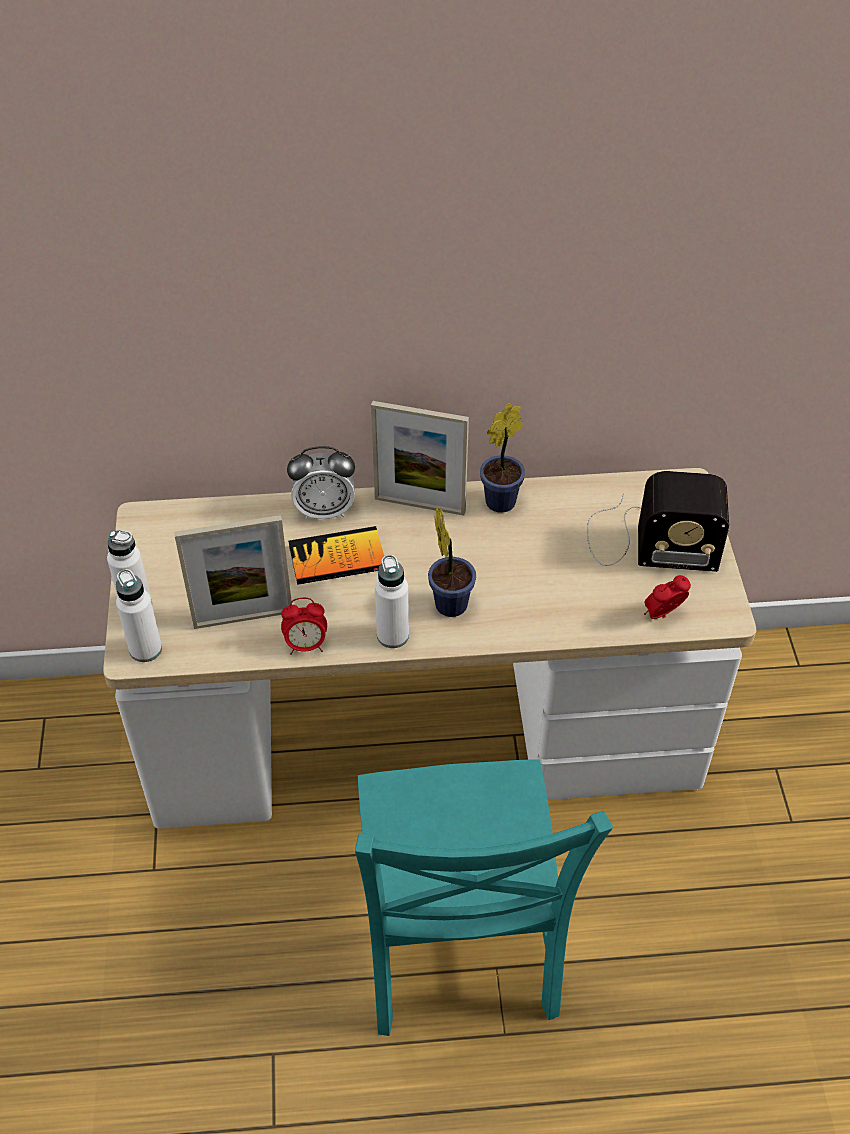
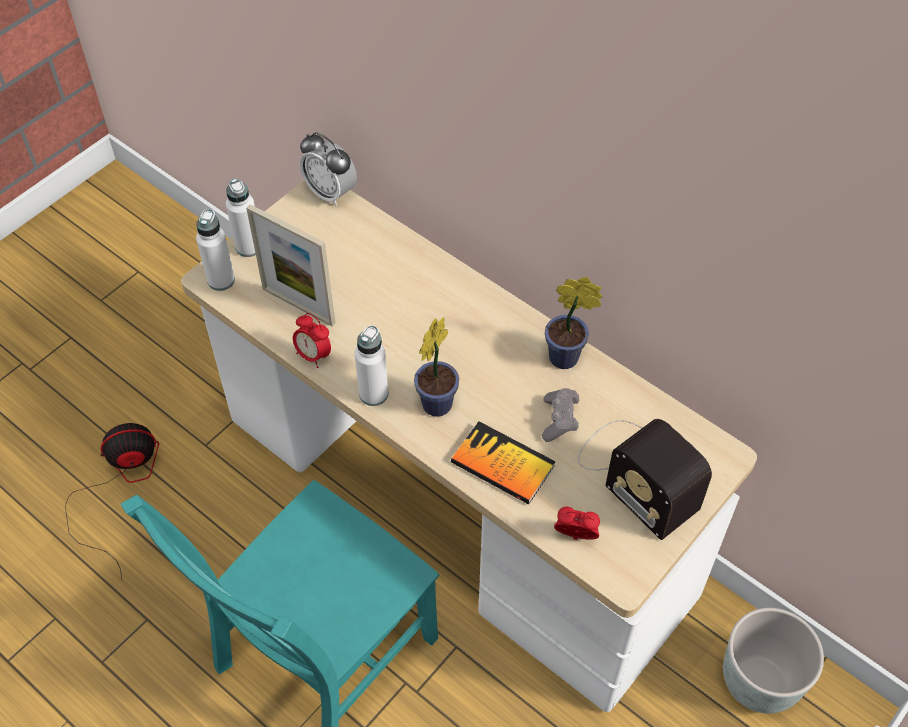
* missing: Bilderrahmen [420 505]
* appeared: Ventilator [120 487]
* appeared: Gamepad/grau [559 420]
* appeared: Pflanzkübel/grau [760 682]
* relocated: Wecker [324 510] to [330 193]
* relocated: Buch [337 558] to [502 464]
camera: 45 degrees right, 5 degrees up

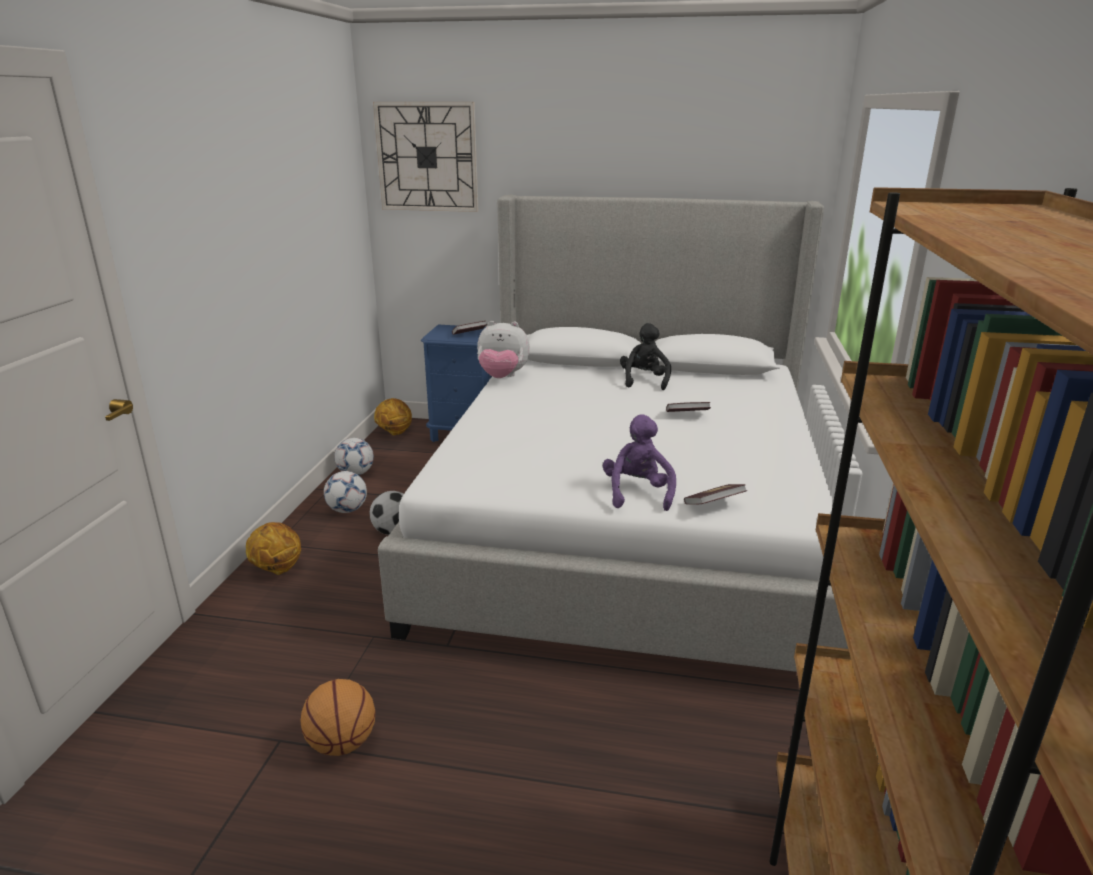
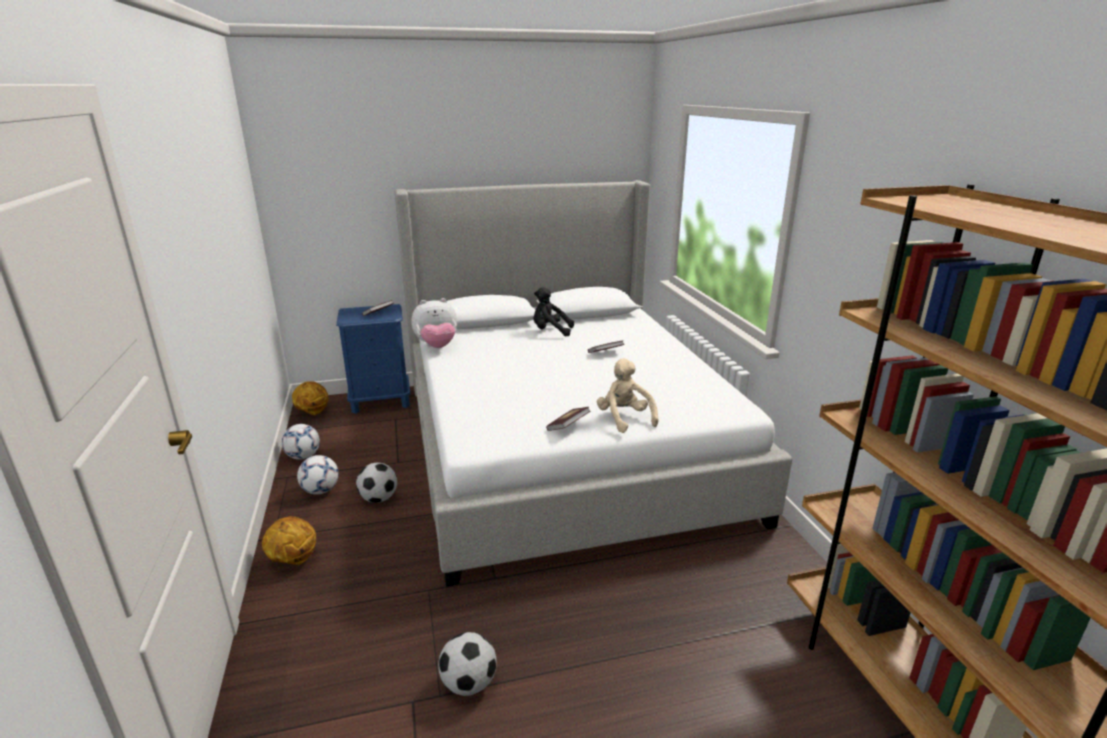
* missing: Wanduhr [427 157]
* relocated: Buch [713 505] to [568 426]
* exchanged: Basketball [343 743] to Fußball [469 683]
* colour: Plüschtier/lila [637 493] to Plüschtier/beige [624 418]
* spun: Plüschtier/schwarz [644 381] = [550 331] 60 degrees counterclockwise
camera: 25 degrees left, 0 degrees up

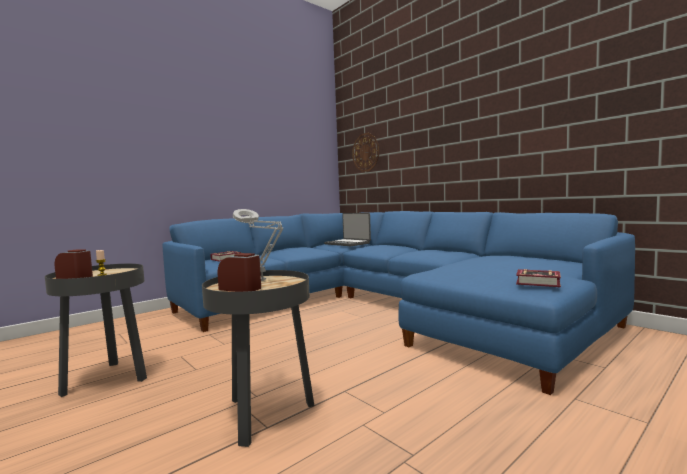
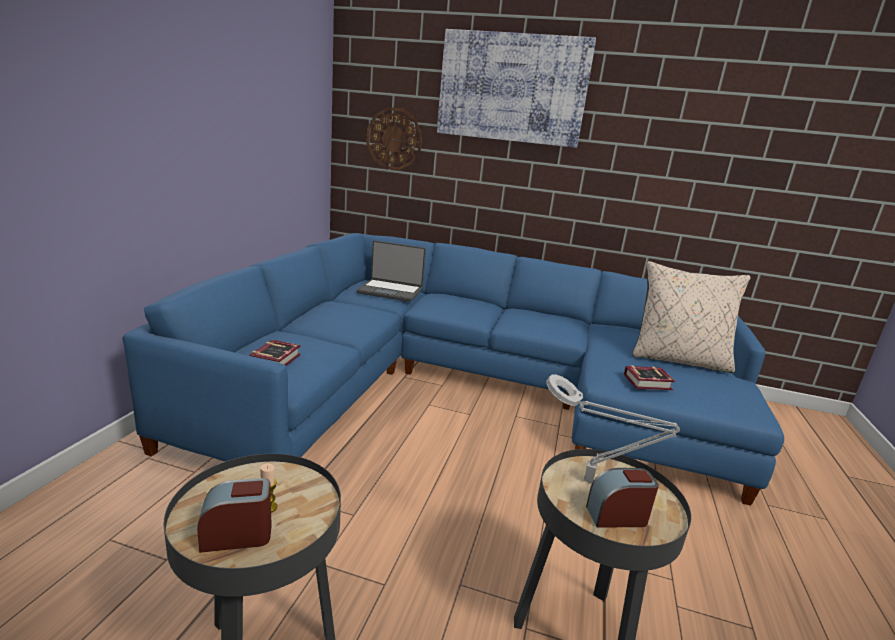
* appeared: Bild [512 89]
* appeared: Kissen/beige [678 360]
* relocated: Buch [540 283] to [649 383]
camera: 35 degrees left, 15 degrees up

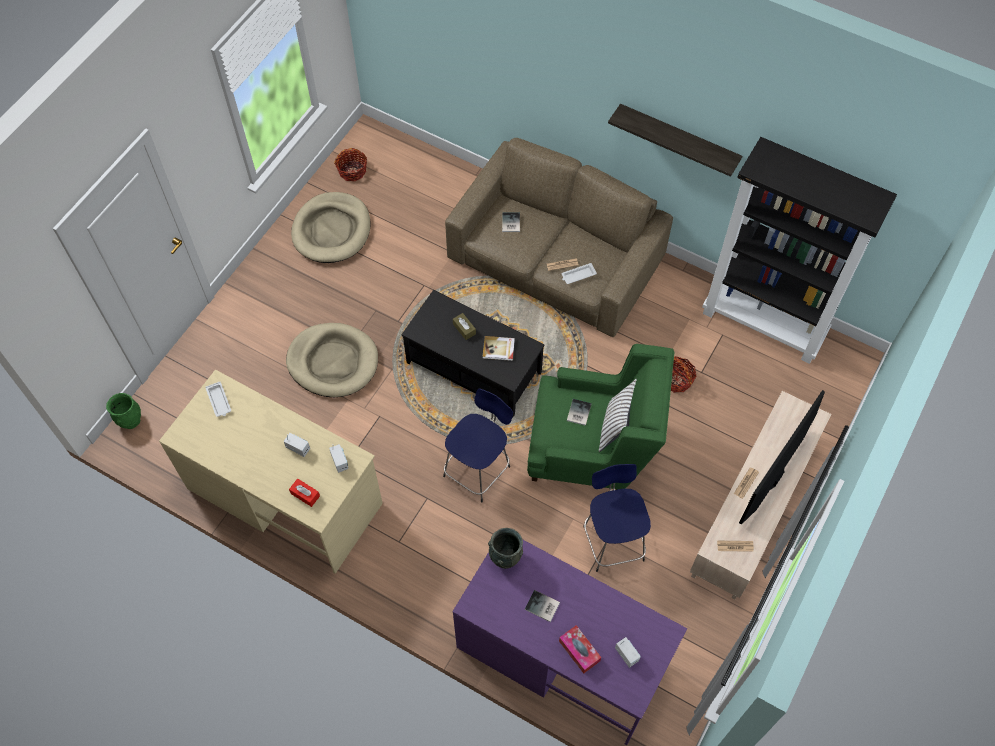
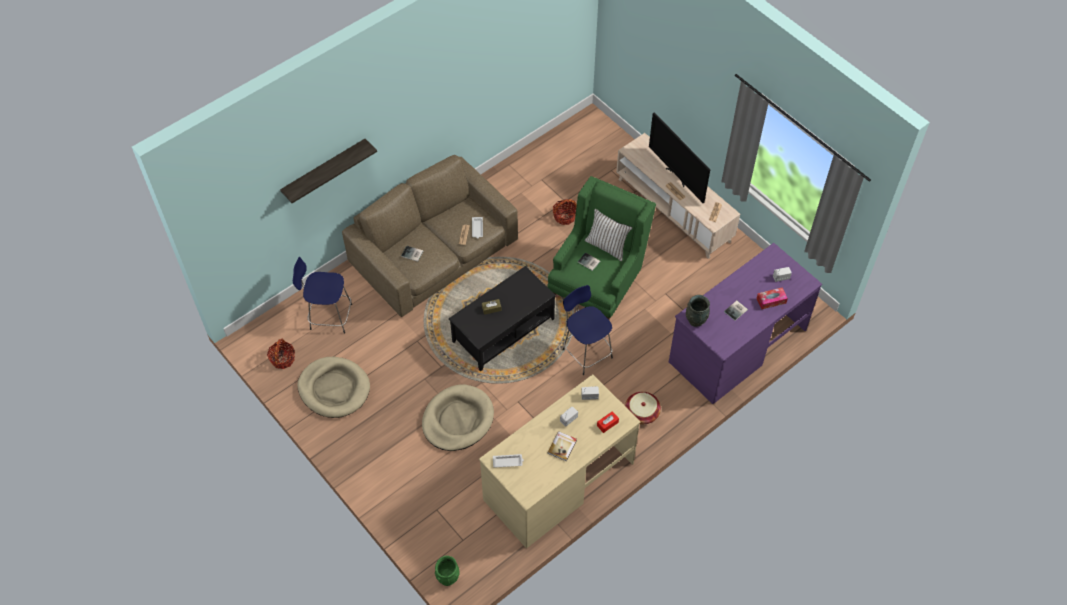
* missing: Bücherregal/schwarz [764 323]
* appeared: Korb [642 413]
* relocated: Buch [498 349] to [562 446]
* relocated: Hocker/blau [613 540] to [329 316]
* relocated: Wandregal [678 139] to [324 171]
camera: 70 degrees left, 5 degrees down

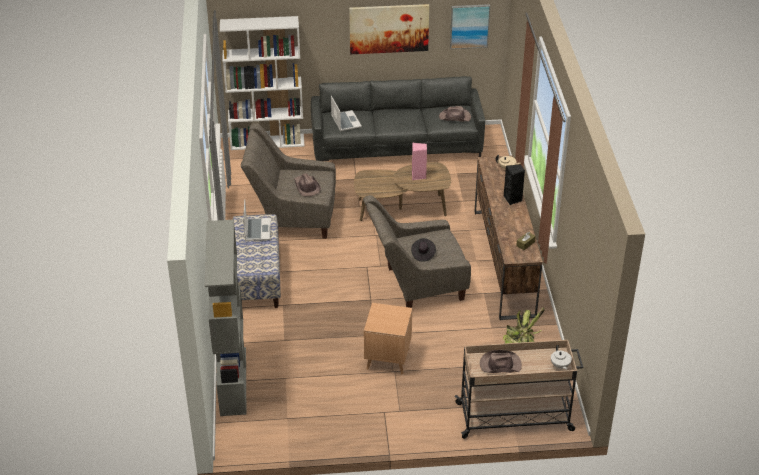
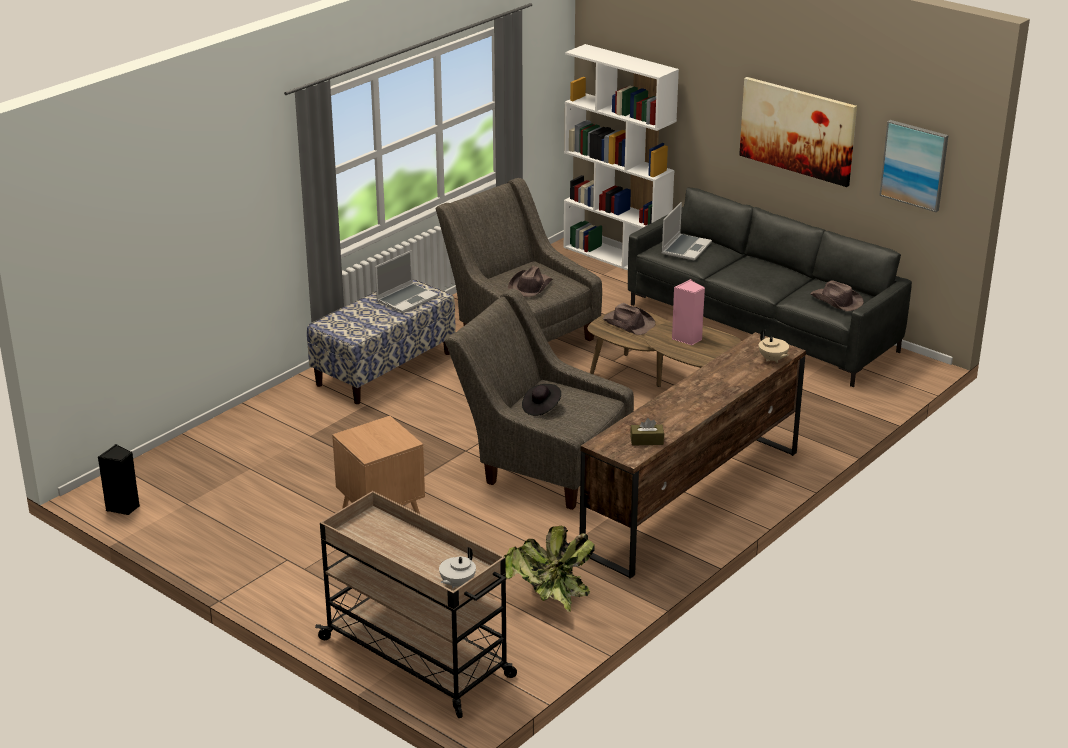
* missing: Bücherregal/grau [232 380]
* relocated: Hut/braun [500 364] to [628 323]
* relocated: Lautsprecher/schwarz [513 199] to [123 507]
camera: 45 degrees right, 10 degrees down

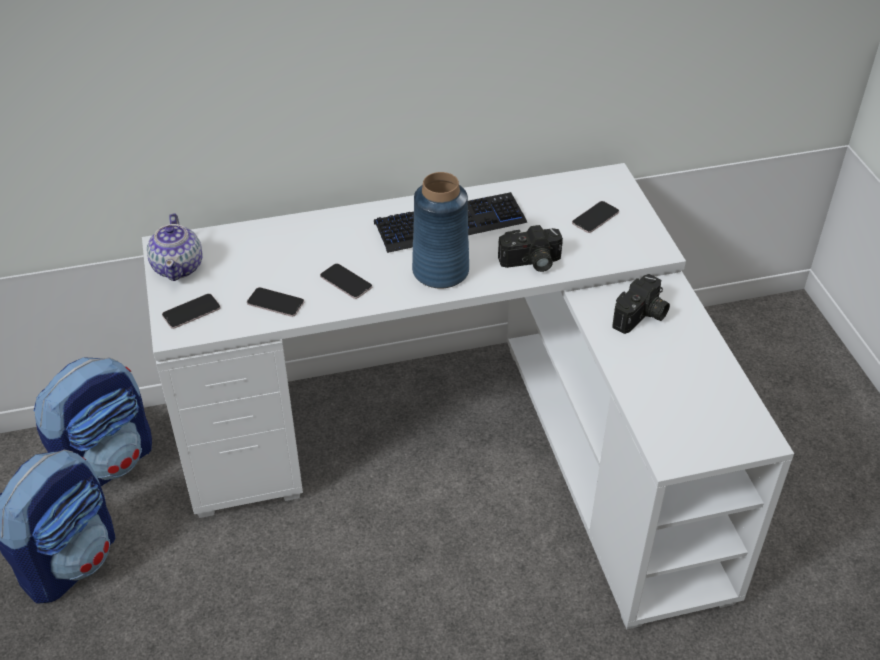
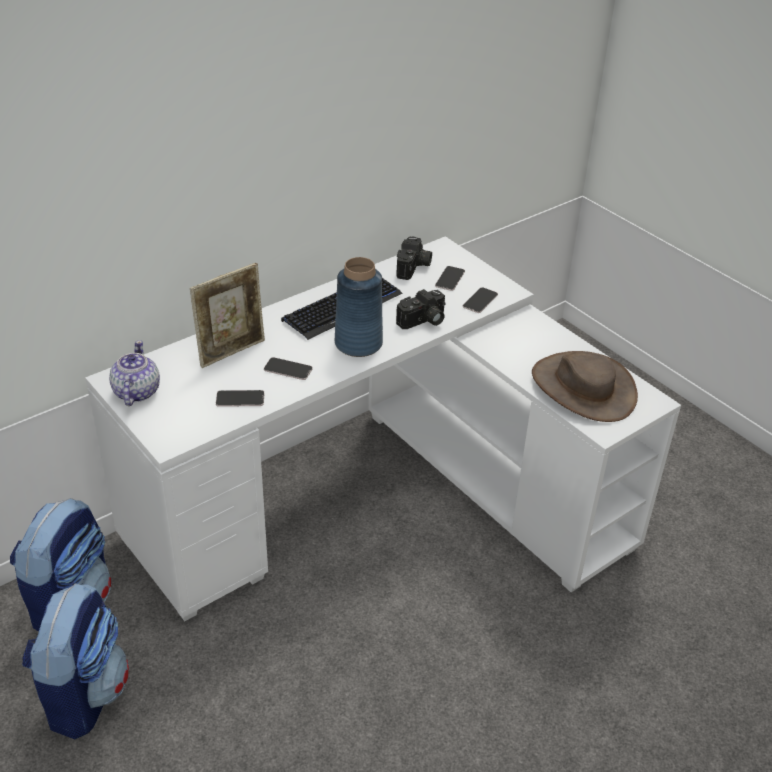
* appeared: Bilderrahmen [232 351]
* appeared: Hut/braun [583 388]
* relocated: Handy [191 312] to [480 301]
* relocated: Kamera [641 317] to [414 267]
* spun: Teekanne [178 267] = [136 392] 150 degrees counterclockwise
camera: 25 degrees left, 5 degrees down

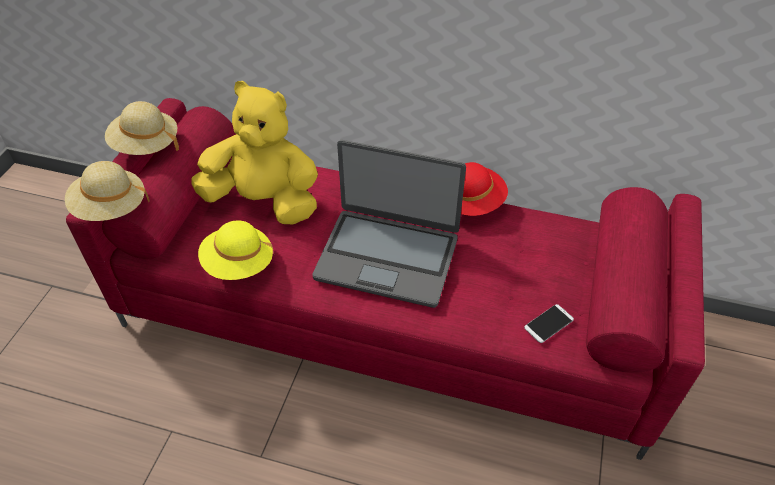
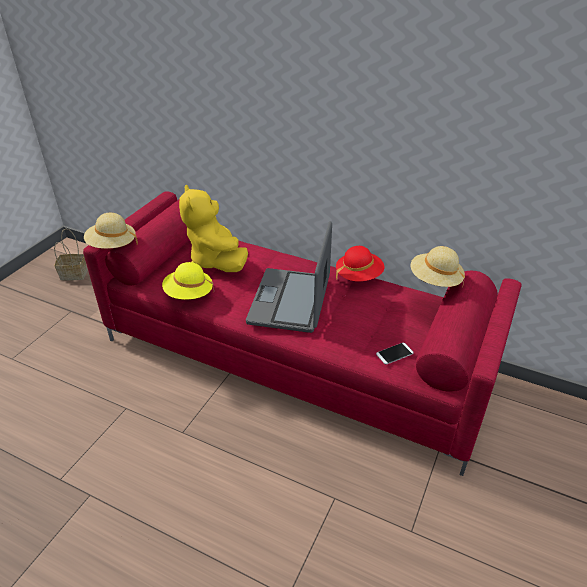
* appeared: Korb [75 274]
* relocated: Hut/beige [146 145] to [435 280]
* spun: Plüschtier/gelb [264 201] = [216 261] 135 degrees counterclockwise
* spun: Laptop [387 256] = [291 301] 75 degrees clockwise
camera: 10 degrees right, 10 degrees down

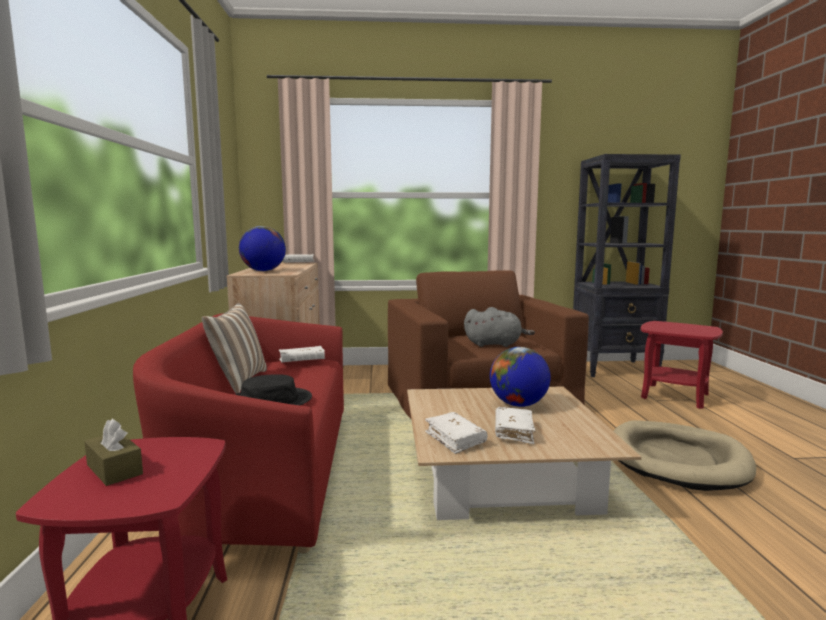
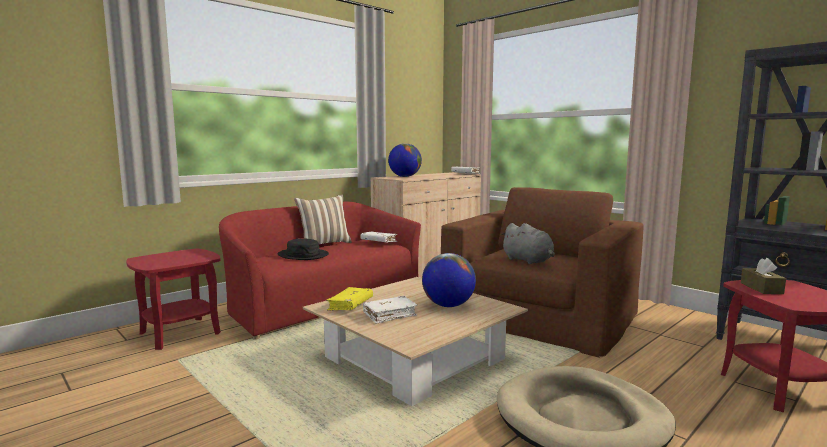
* relocated: Taschentuchbox/braun [114 469] to [761 288]
* colour: Buch/weiß [455 439] to Buch/gelb [350 305]
camera: 50 degrees right, 0 degrees up

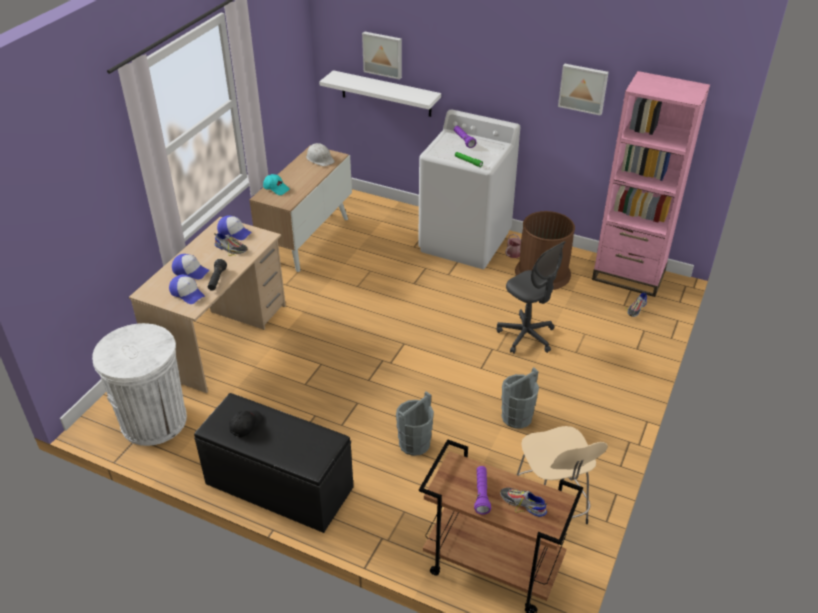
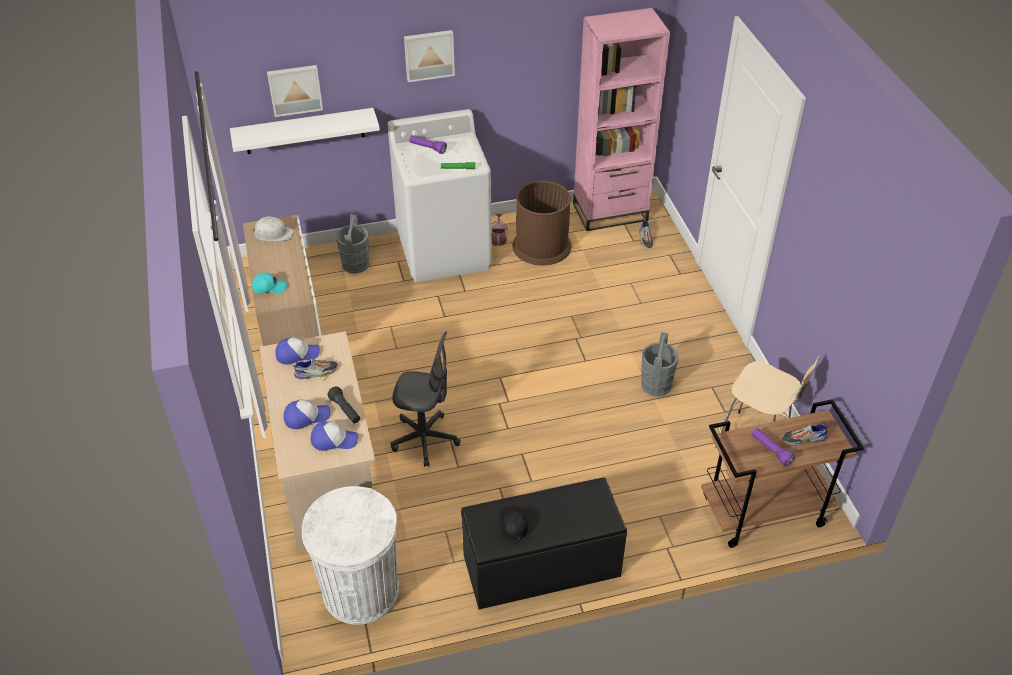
* relocated: Eimer/grau [415 443] to [355 264]
* relocated: Bürostuhl/grau [526 336] to [425 439]
* relocated: Bild [583 88] to [429 54]
camera: 40 degrees left, 5 degrees up

